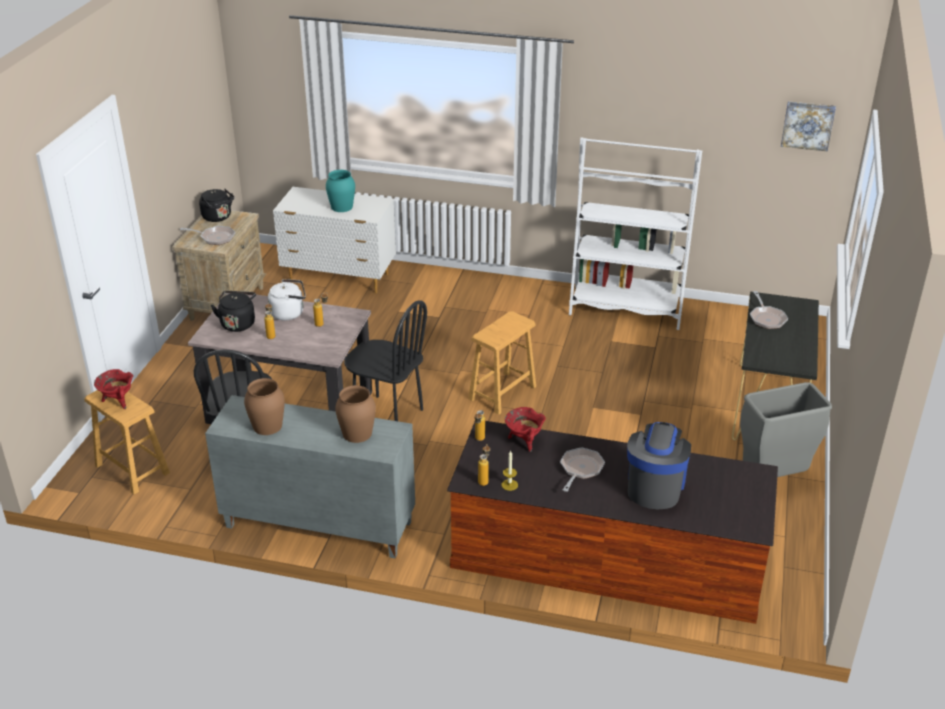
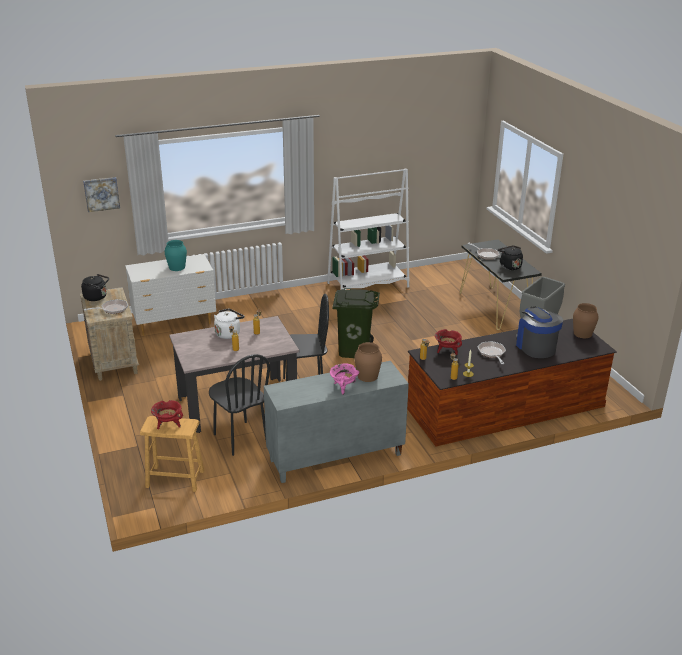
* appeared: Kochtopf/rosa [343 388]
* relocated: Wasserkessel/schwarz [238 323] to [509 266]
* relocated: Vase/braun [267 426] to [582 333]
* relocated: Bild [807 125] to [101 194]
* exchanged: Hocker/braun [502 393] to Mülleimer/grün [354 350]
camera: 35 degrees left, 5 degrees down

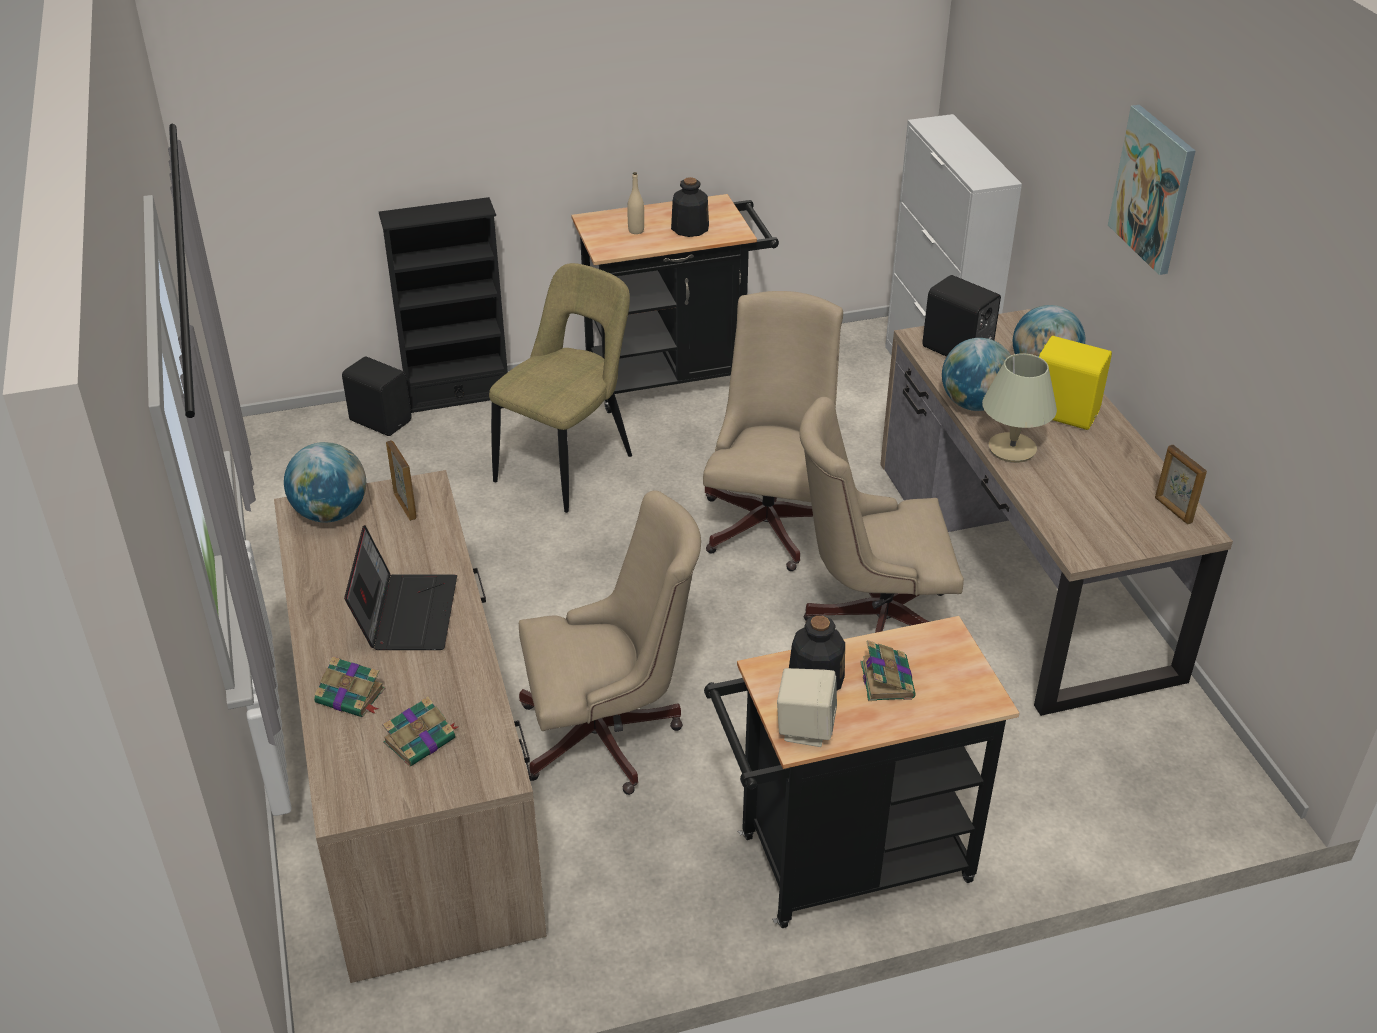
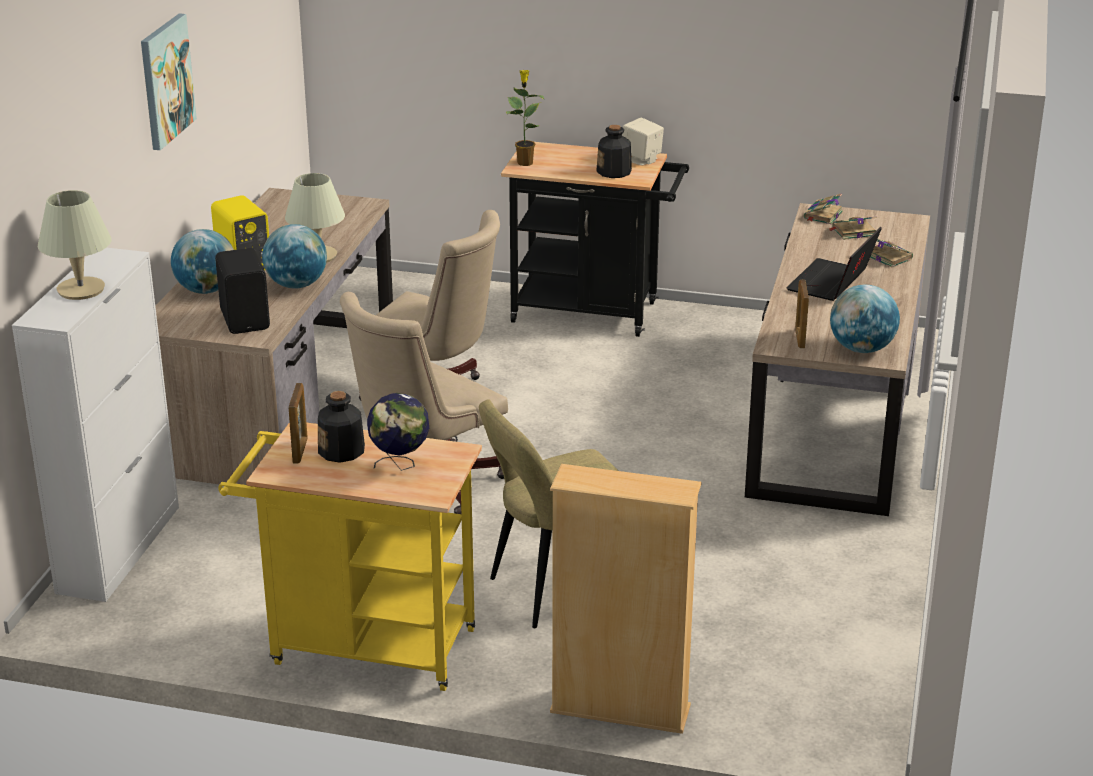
* missing: Lautsprecher/schwarz [381 420]
* missing: Bürostuhl/beige [609 736]
* appeared: Tischlampe/beige [81 289]
* appeared: Topfpflanze [525 162]
* relocated: Buch [886 679] to [822 215]
* relocated: Bilderrahmen [1172 510] to [300 451]
* exchanged: Flasche/beige [636 231] to Globus [400 465]
* colour: Bücherregal/schwarz [457 395] to Bücherregal/beige [620 709]
* colour: Rollwagen/schwarz [675 377] to Rollwagen/gelb [361 646]
camera: 150 degrees left, 10 degrees down

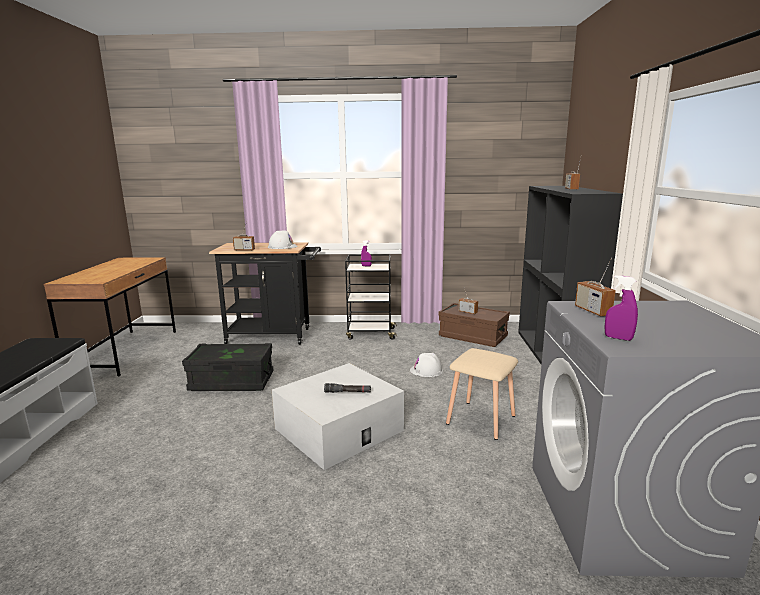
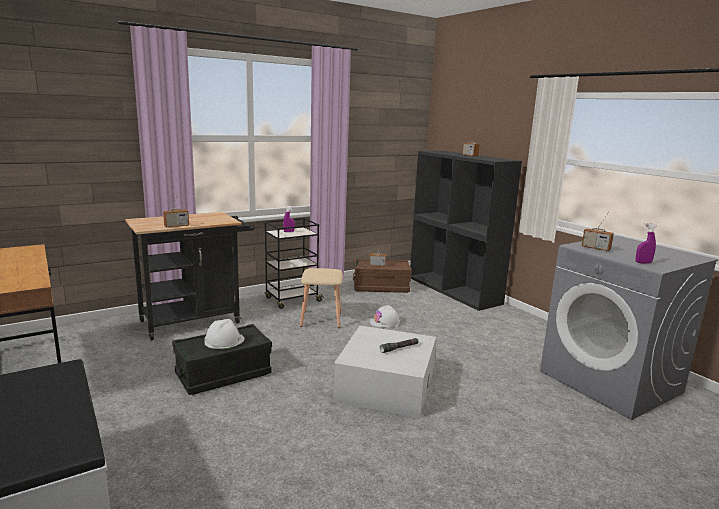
* relocated: Schutzhelm/weiß [282 247] to [224 340]
* relocated: Hocker/beige [482 419] to [322 319]
camera: 35 degrees left, 0 degrees up

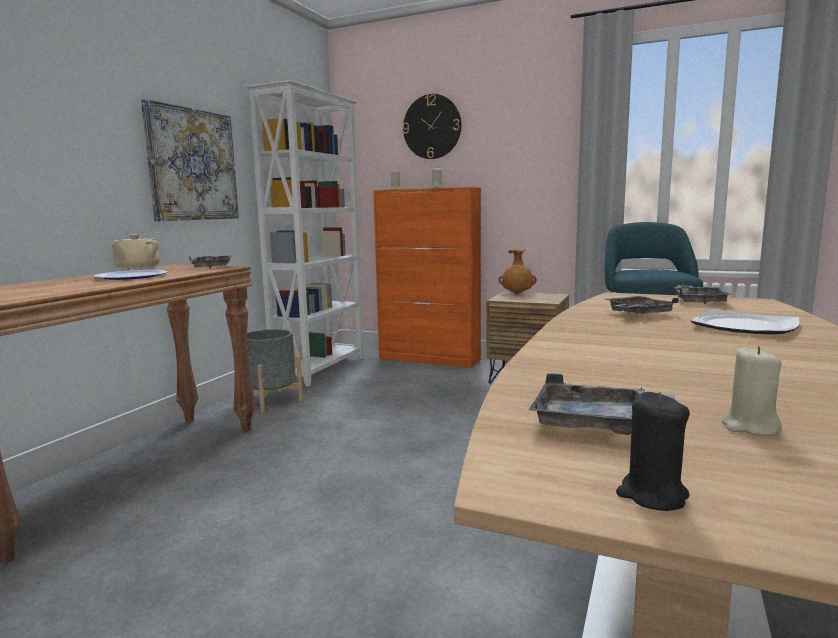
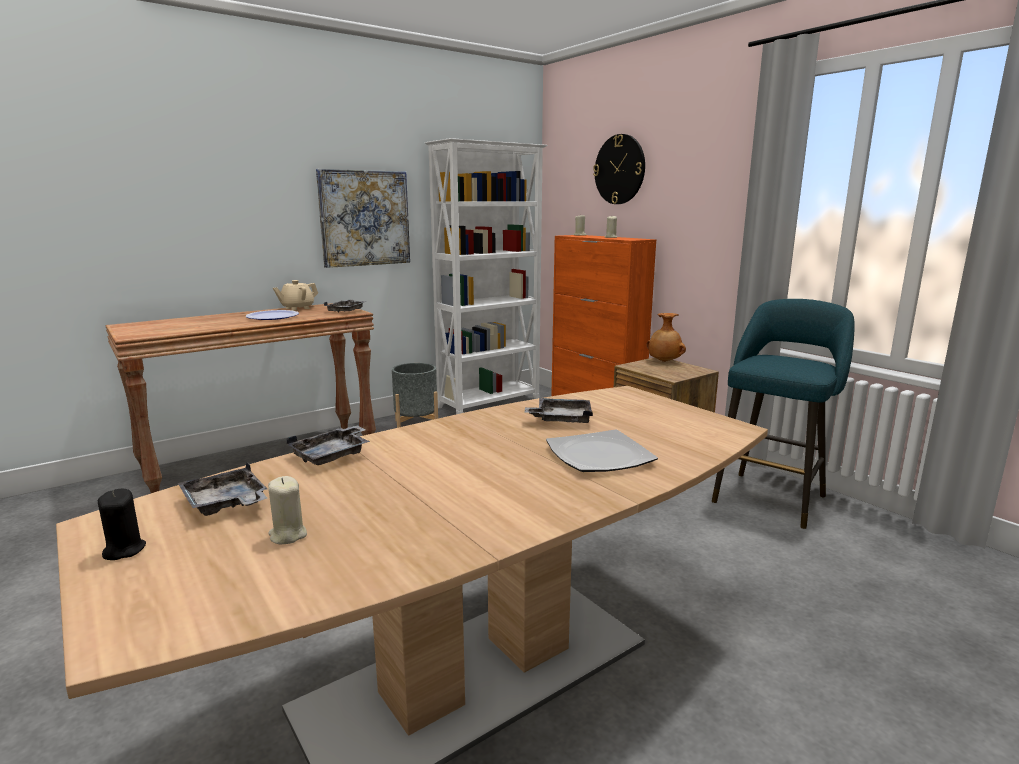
* relocated: Tablett/grau [699 301] to [332 455]
camera: 30 degrees right, 5 degrees up

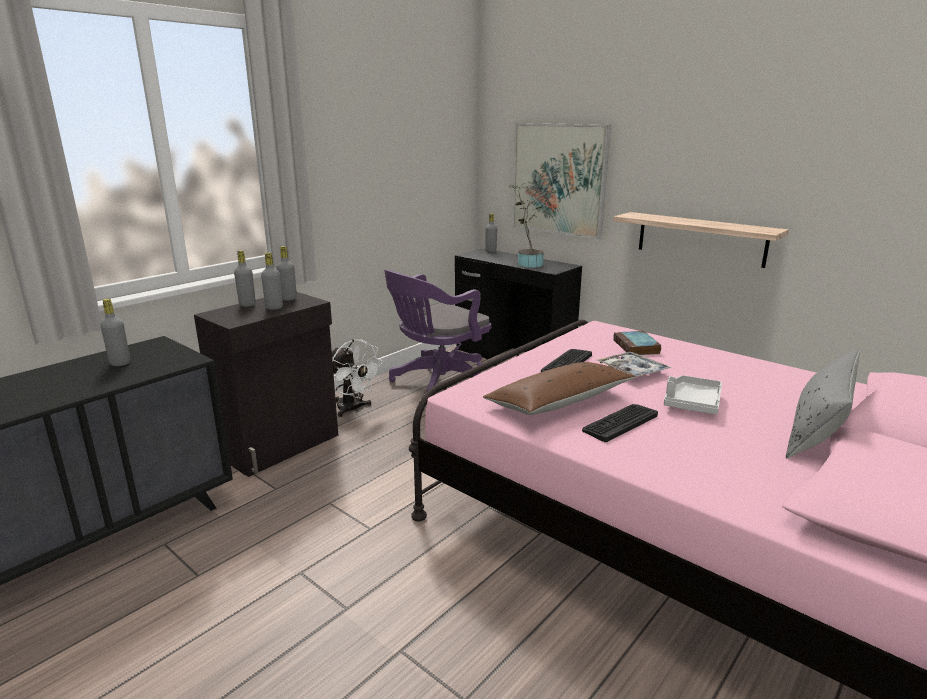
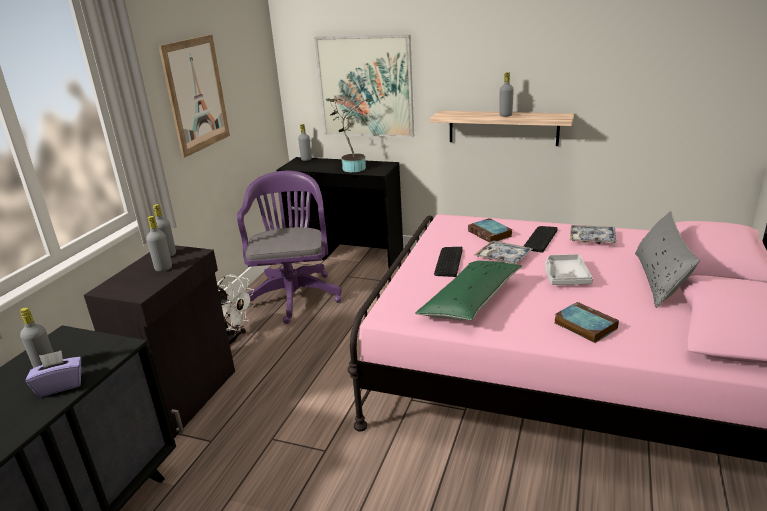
* appeared: Taschentuchbox/lila [60 385]
* appeared: Bild [196 95]
* appeared: Buch [584 325]
* appeared: Tablett [592 239]
* relocated: Flasche/grau [247 305] to [505 115]
* relocated: Tastatur [620 423] to [540 239]
* colour: Kissen/braun [559 402] to Kissen/grün [470 301]
* spun: Bürostuhl/lila [437 382] = [294 294] 150 degrees clockwise
camera: 20 degrees left, 5 degrees up

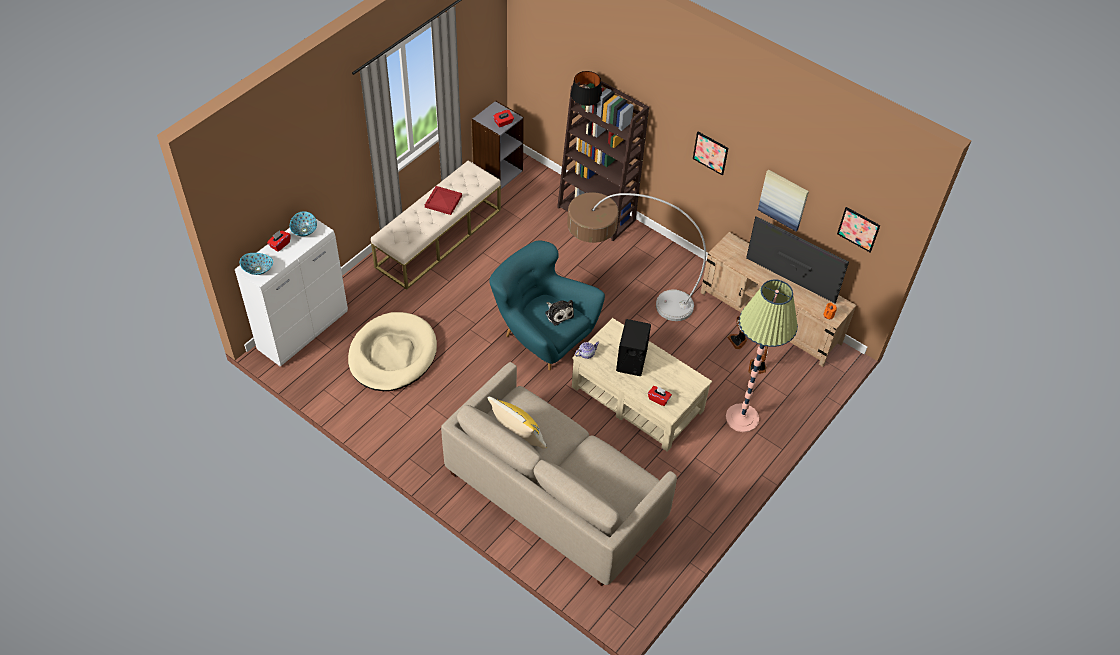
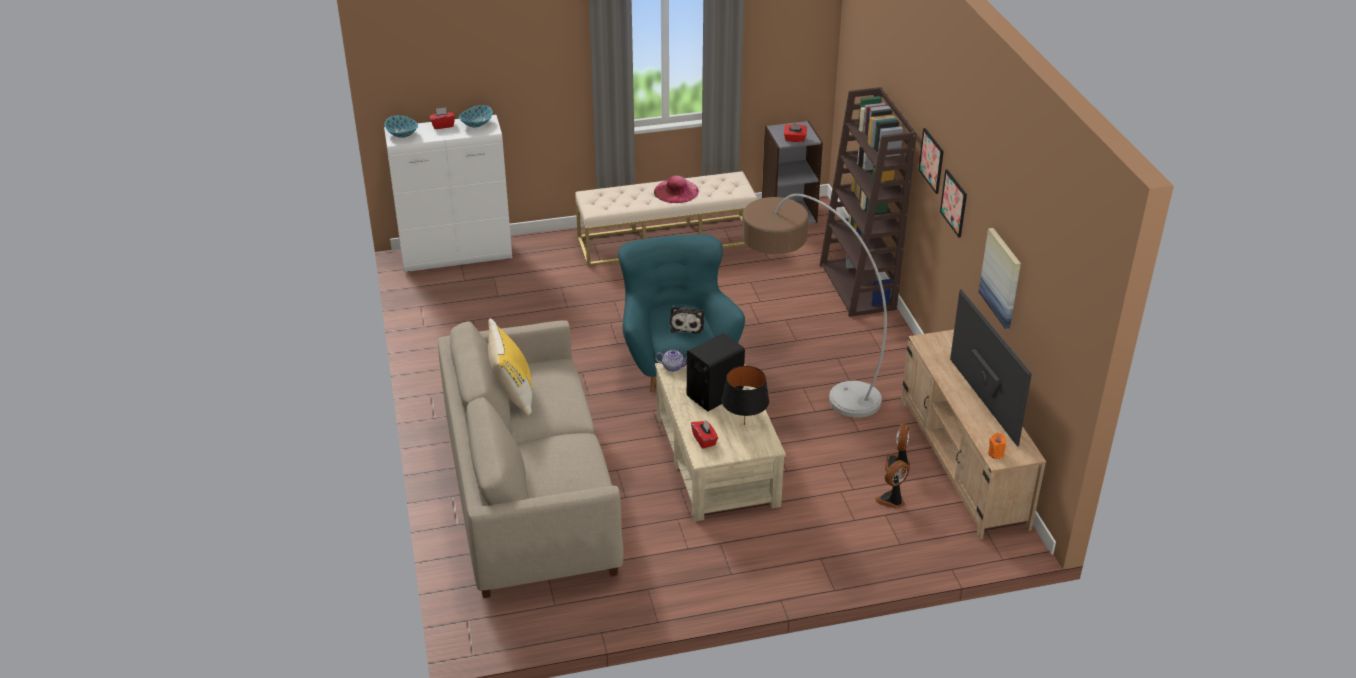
* missing: Hundebett/beige [392 355]
* missing: Stehlampe [742 418]
* relocated: Tischlampe/schwarz [585 111] to [744 424]
* relocated: Bild [858 229] to [931 160]
* exchanged: Tablett/rot [442 201] to Hut/rosa [676 191]
camera: 40 degrees right, 15 degrees down

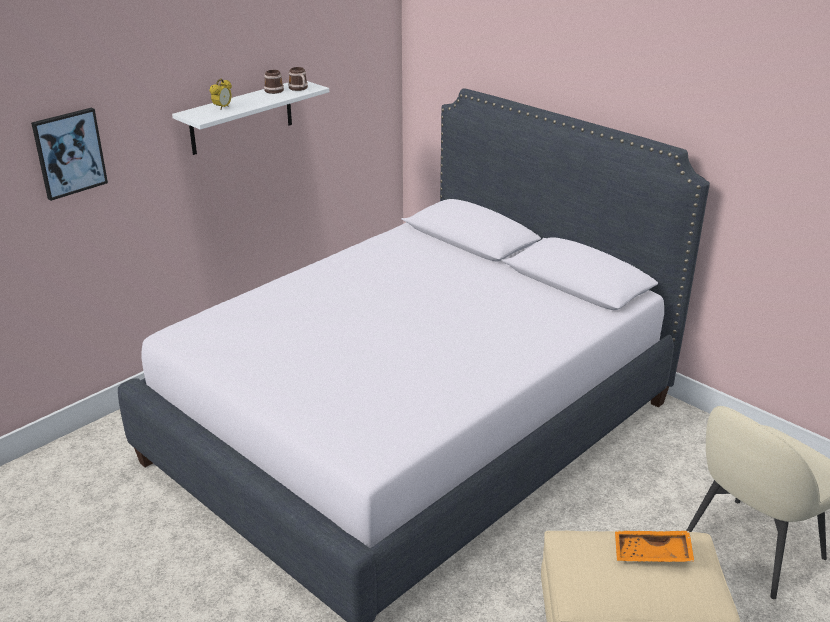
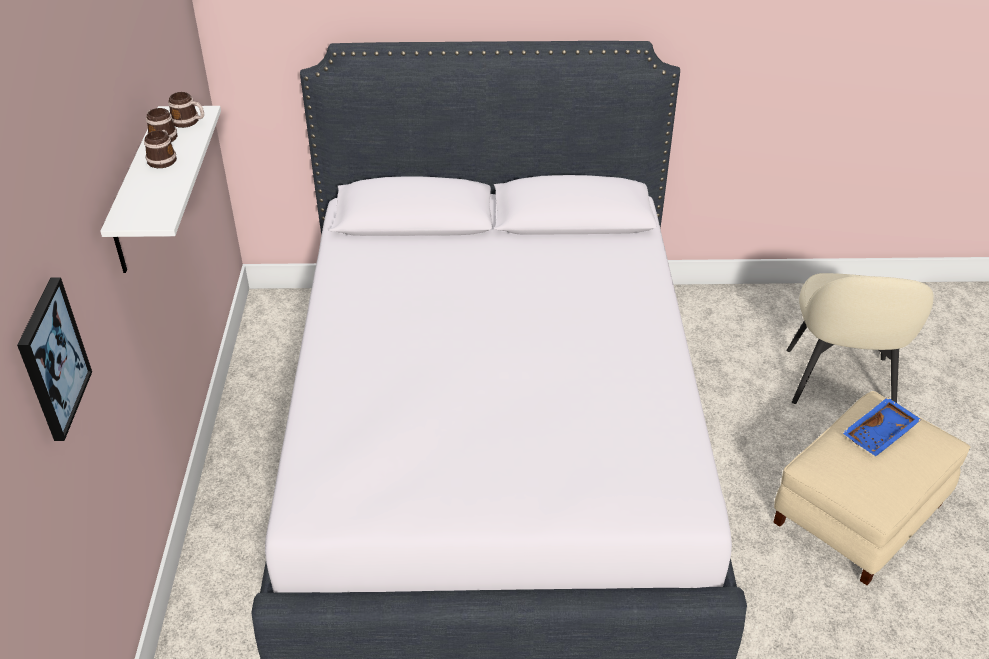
* missing: Wecker [222 108]
* appeared: Henkelbecher [163 159]
* colour: Tablett/orange [652 555] to Tablett/blau [880 434]
camera: 45 degrees left, 10 degrees up

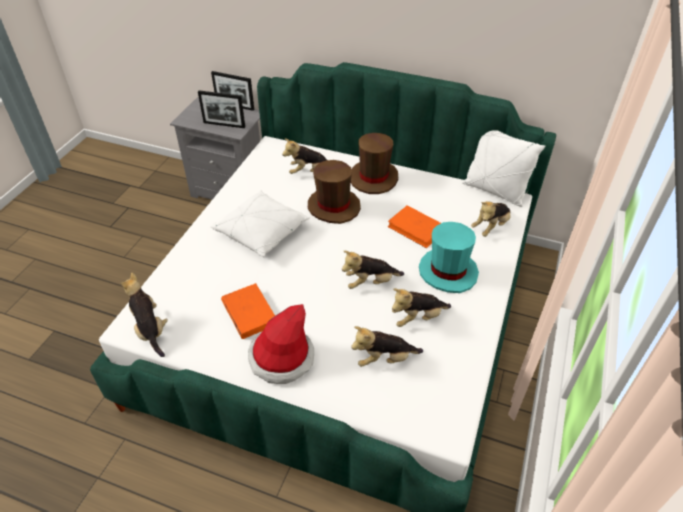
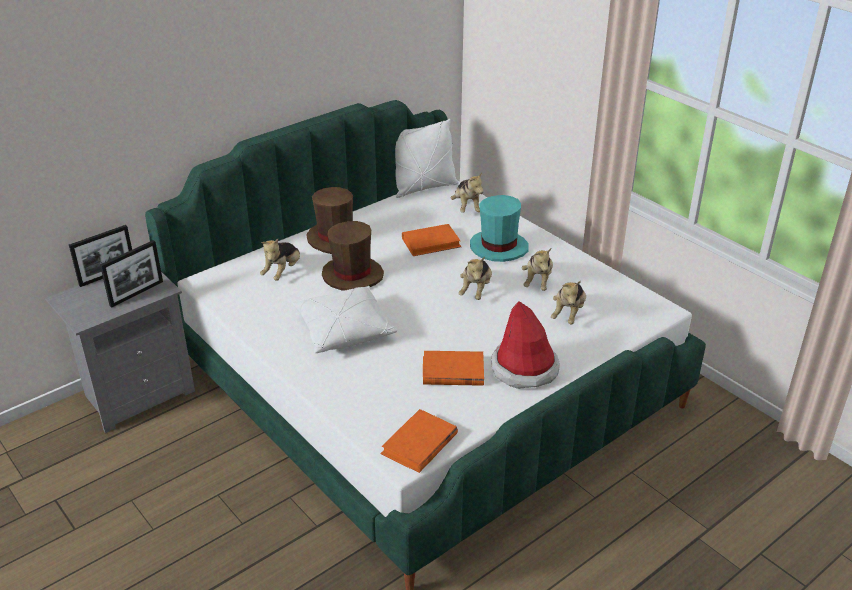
* exchanged: Plüschtier [150 329] to Buch/orange [419 444]
camera: 60 degrees left, 10 degrees down

